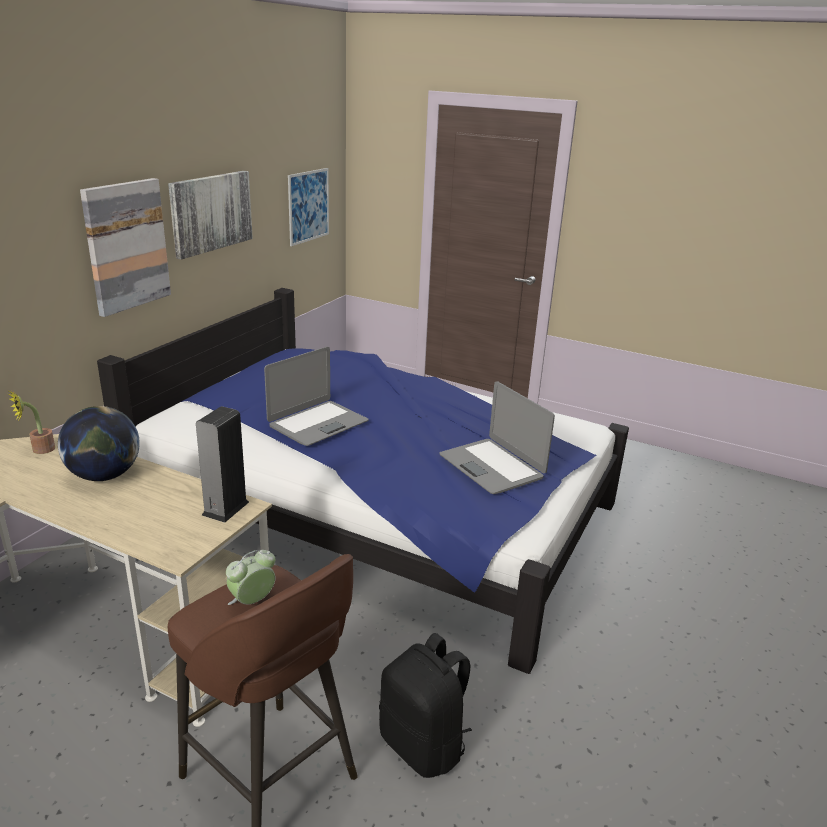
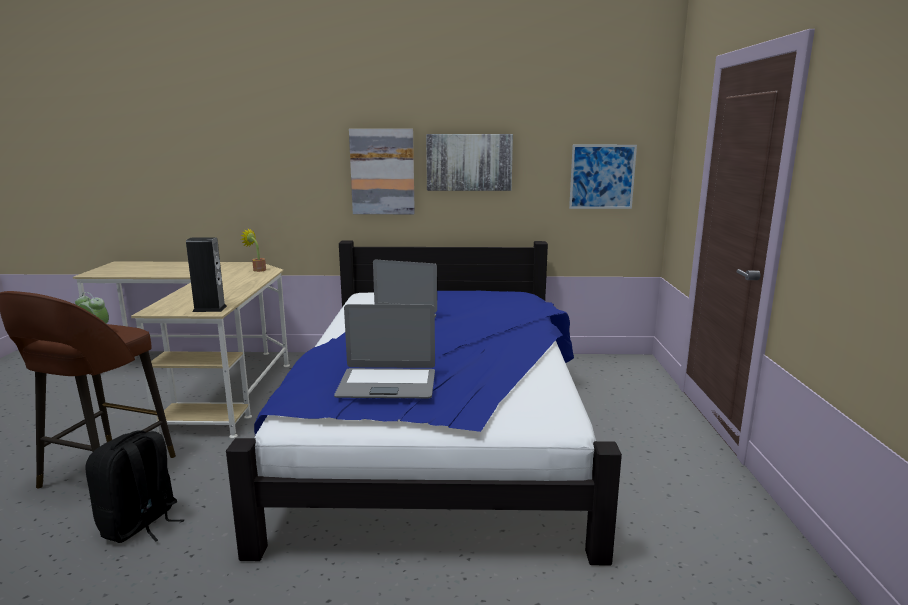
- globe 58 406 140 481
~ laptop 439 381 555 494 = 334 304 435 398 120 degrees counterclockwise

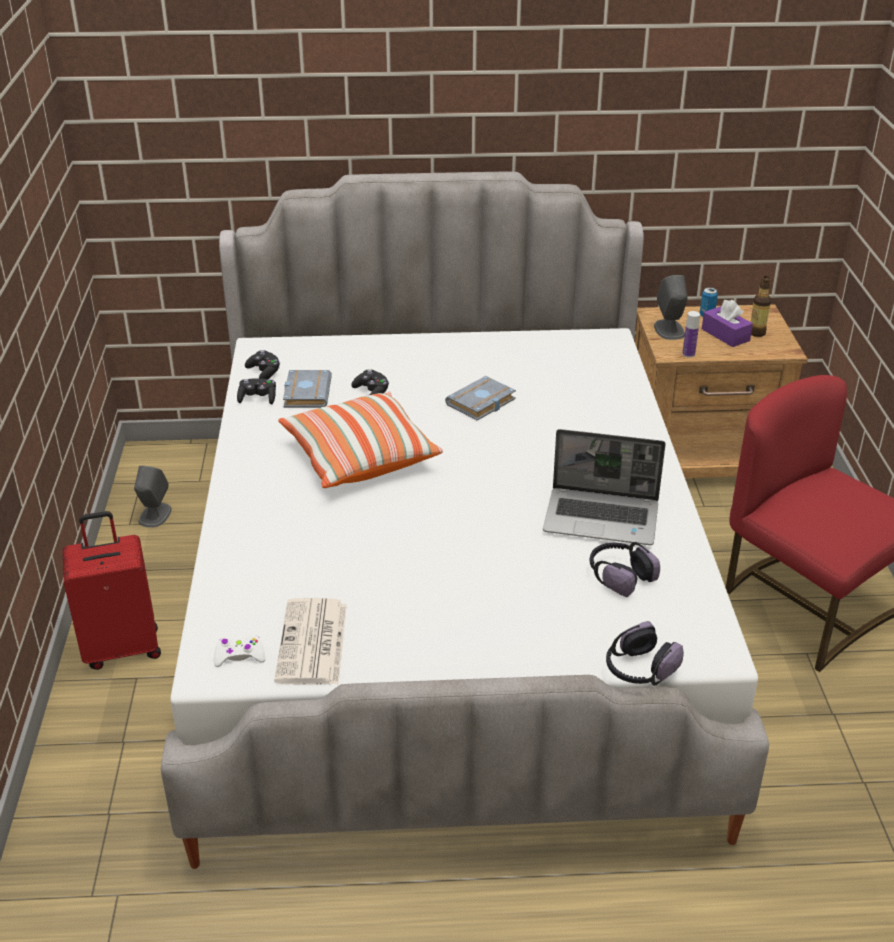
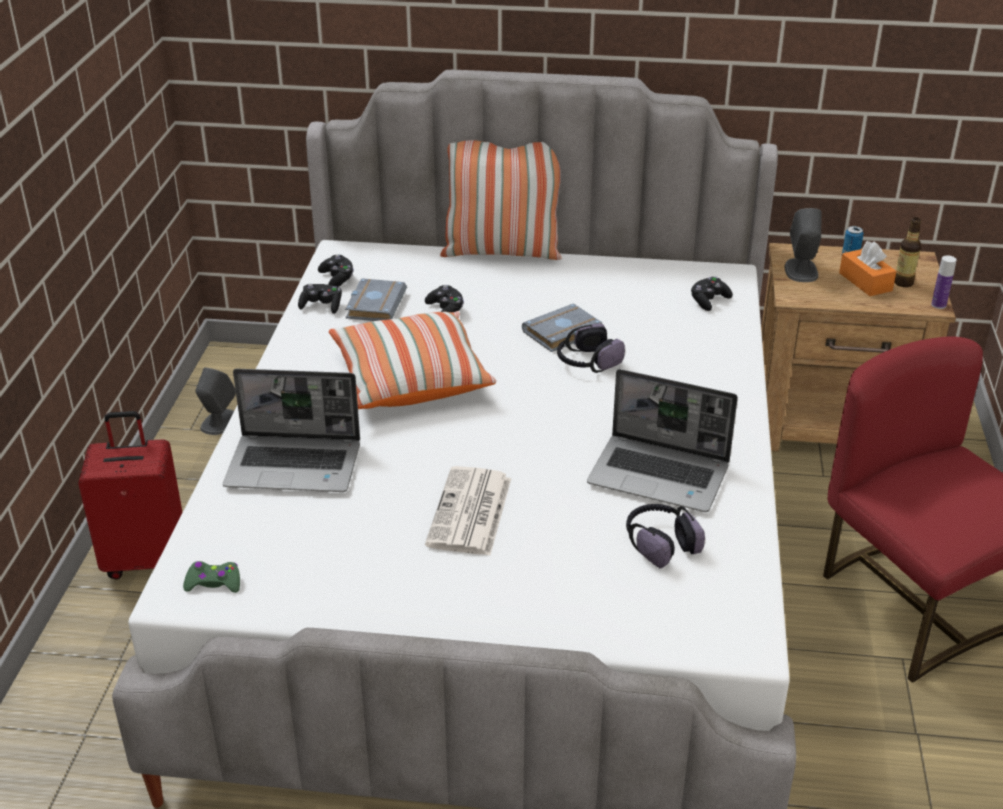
~ white game controller 214 636 265 667 to green game controller 183 561 240 593
~ newspaper 274 598 347 685 to 425 466 511 555
~ headphones 606 621 684 686 to 557 323 625 373
~ bottle 682 311 700 358 to 931 255 957 309
~ purple tissue box 702 300 753 347 to orange tissue box 839 241 897 296
+ laptop 223 369 360 492
+ pillow 440 140 561 260
+ black game controller 691 277 733 311

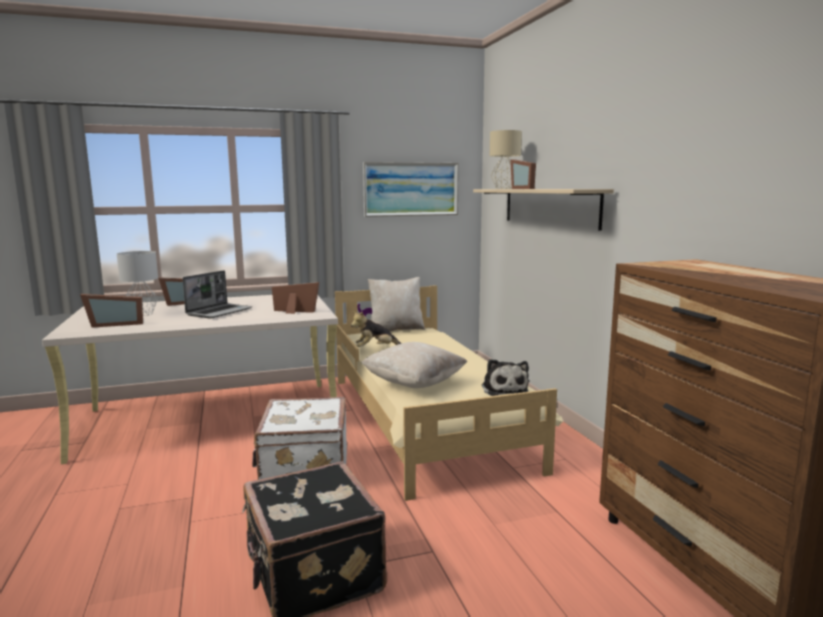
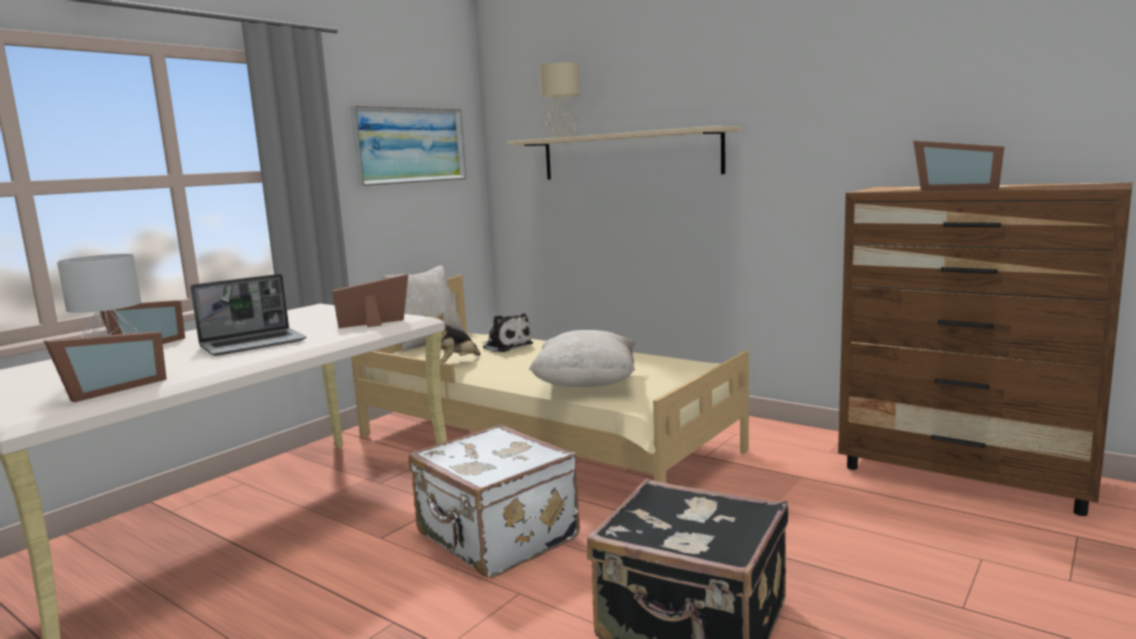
~ laptop 183 270 252 318 = 190 274 306 356 60 degrees clockwise
~ plush toy 482 359 529 396 to 482 313 533 352
~ picture frame 510 159 536 189 to 913 141 1004 190

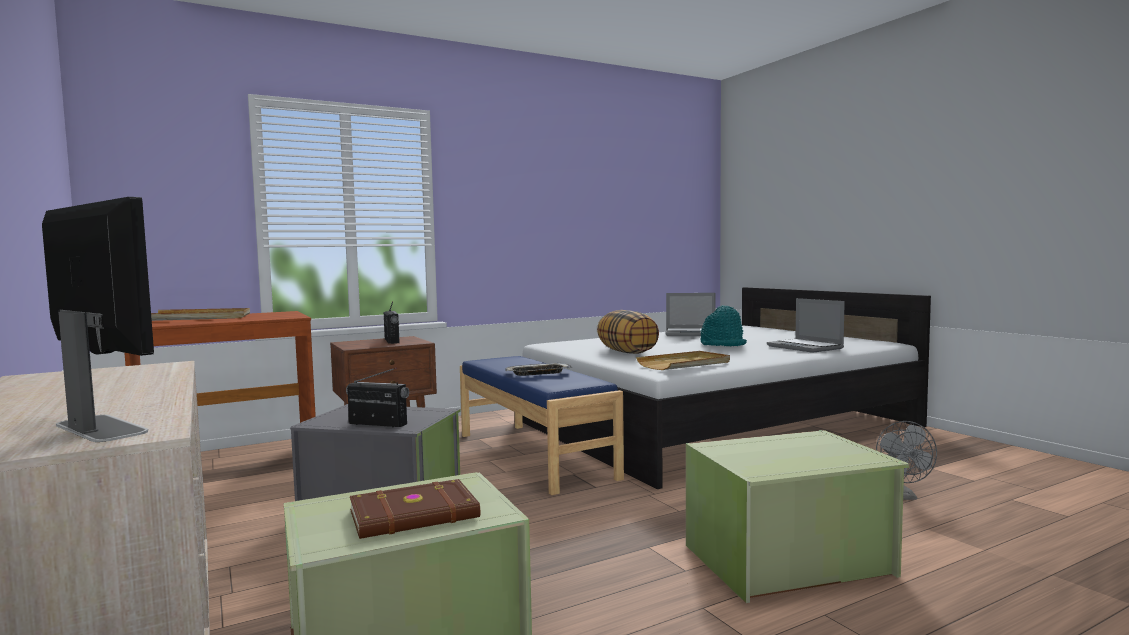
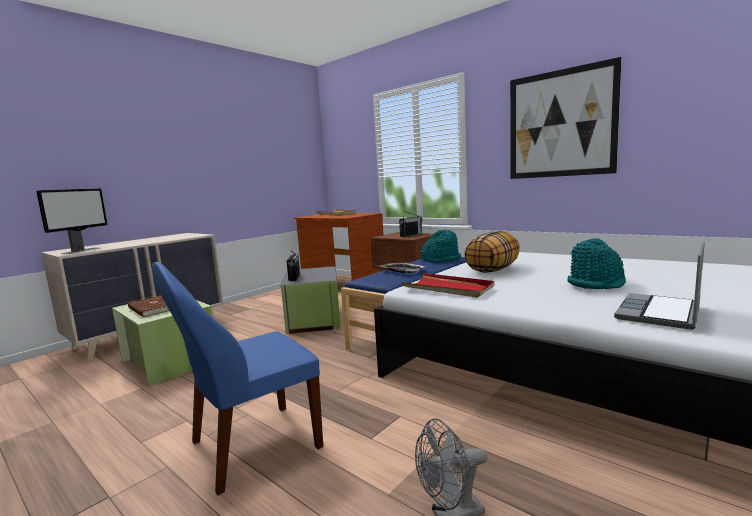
~ beige tray 636 351 730 370 to red tray 402 273 494 298
- laptop 665 293 716 336
~ green storage box 686 430 910 603 to blue chair 152 262 323 495
+ turquoise hat 420 230 461 263
+ picture 510 57 621 179

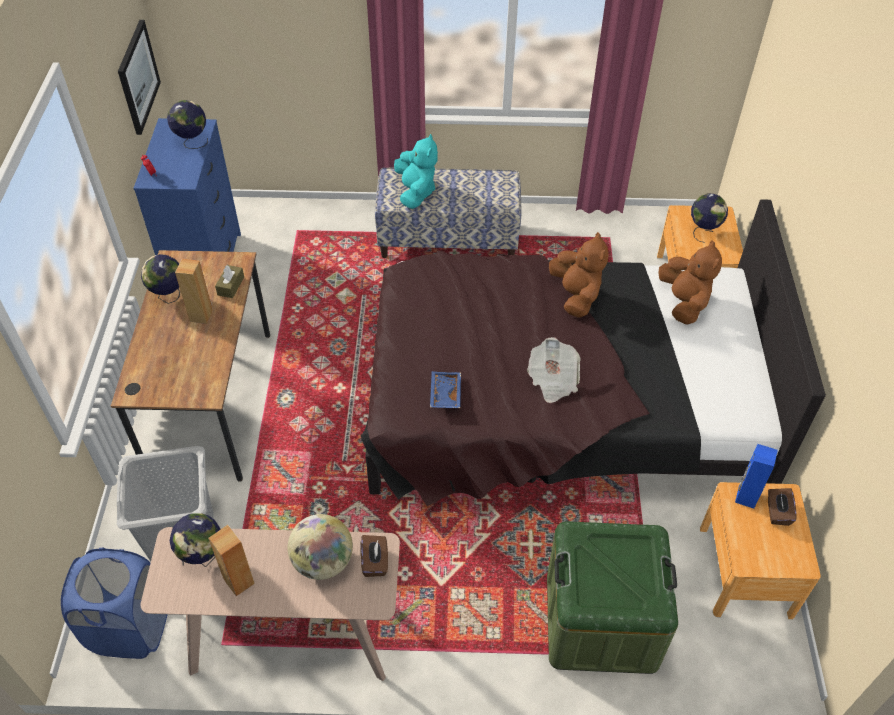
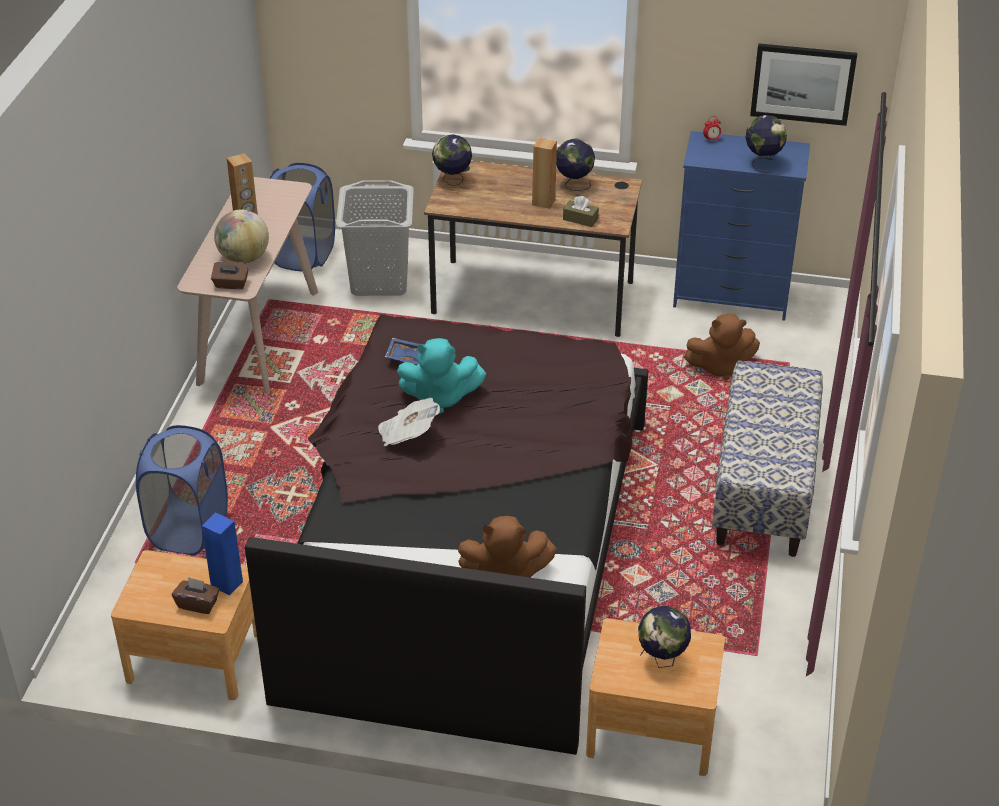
~ globe 170 513 221 567 to 432 134 472 186
~ turquoise plush toy 394 134 438 209 to 397 338 486 414
~ green storage box 547 521 678 674 to blue laundry basket 136 425 228 555
~ brown plush toy 549 232 609 318 to 684 314 760 380

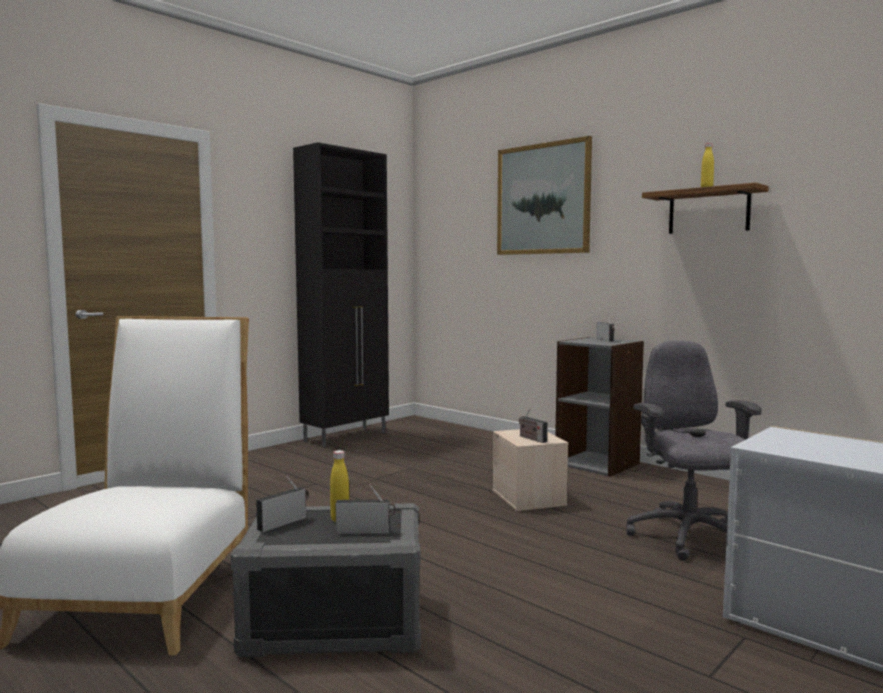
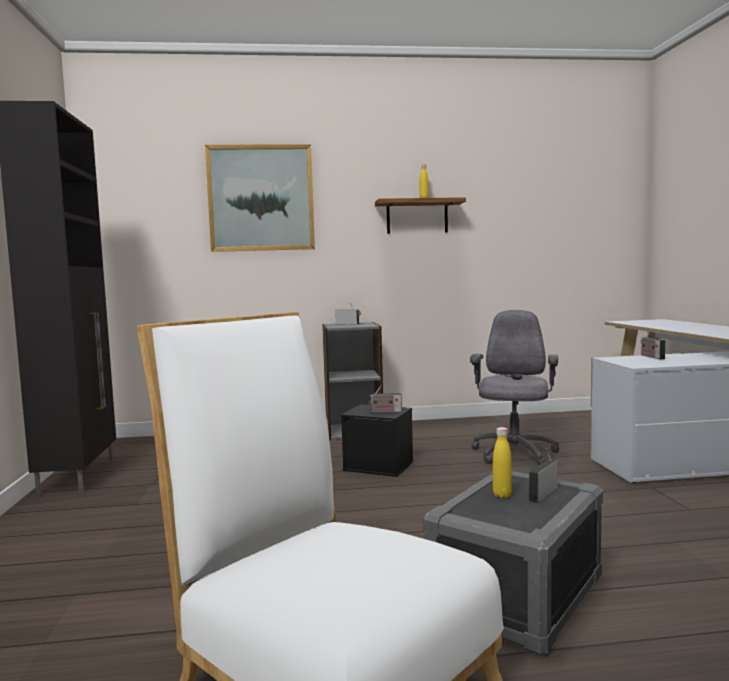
~ radio 256 476 309 532 to 641 328 665 359
~ beige storage box 492 429 568 511 to black storage box 341 404 413 477
~ grey office chair 626 340 762 561 = 470 310 559 465 75 degrees clockwise

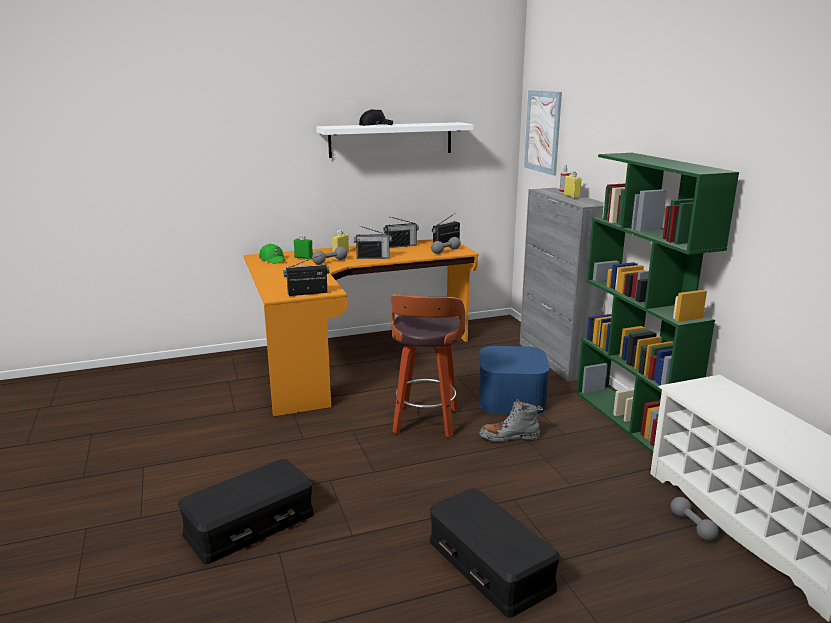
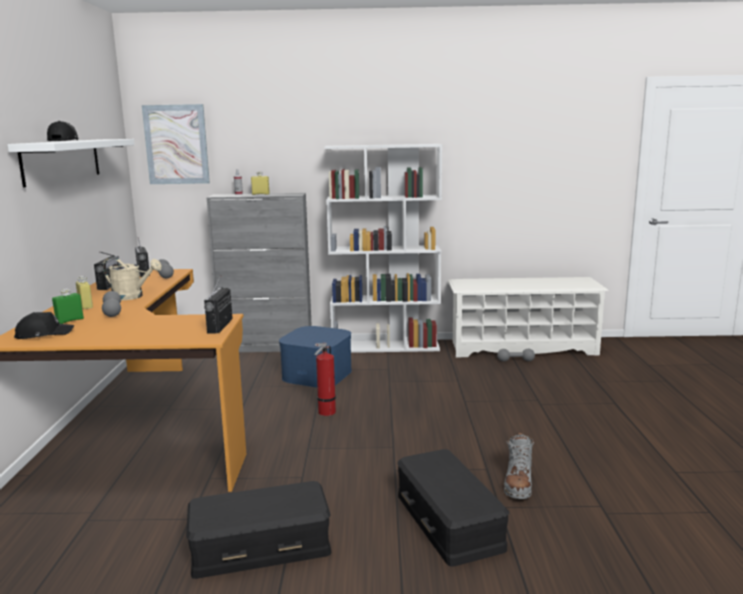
~ green cap 259 244 286 264 to black cap 14 312 74 339
~ radio 354 226 392 259 to beige watering can 103 257 162 300
~ stool 390 294 465 438 to fire extinguisher 314 343 336 416
~ black storage box 430 488 560 618 to 186 481 331 579
~ grey boot 479 399 543 442 to 504 432 534 499
~ green bookcase 577 153 739 453 to white bookcase 324 144 442 353

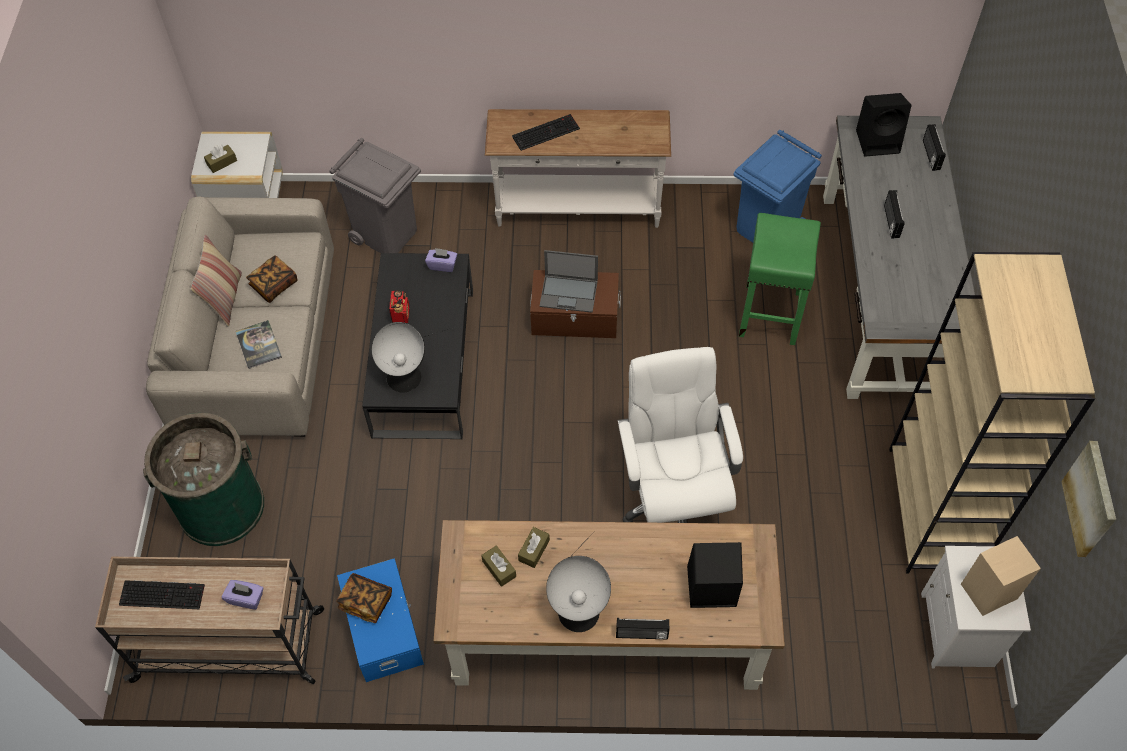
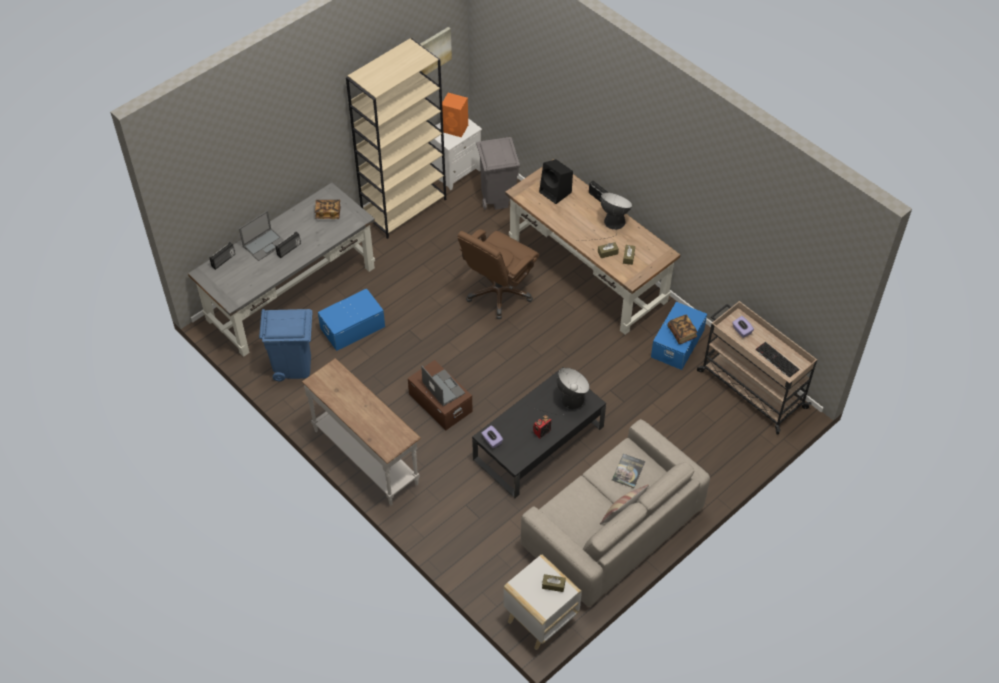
- green trash can 143 413 264 546
~ book 246 255 298 303 to 315 200 340 219
~ grey trash can 330 138 421 253 to 476 137 520 210
- keyboard 512 114 580 151
~ white office chair 617 347 743 523 to brown office chair 458 229 539 319
~ green stool 739 213 821 345 to blue storage box 318 288 385 351
- black speaker 856 93 912 157
~ beige speaker 961 536 1041 616 to orange speaker 442 93 468 137
+ laptop 239 211 284 261

